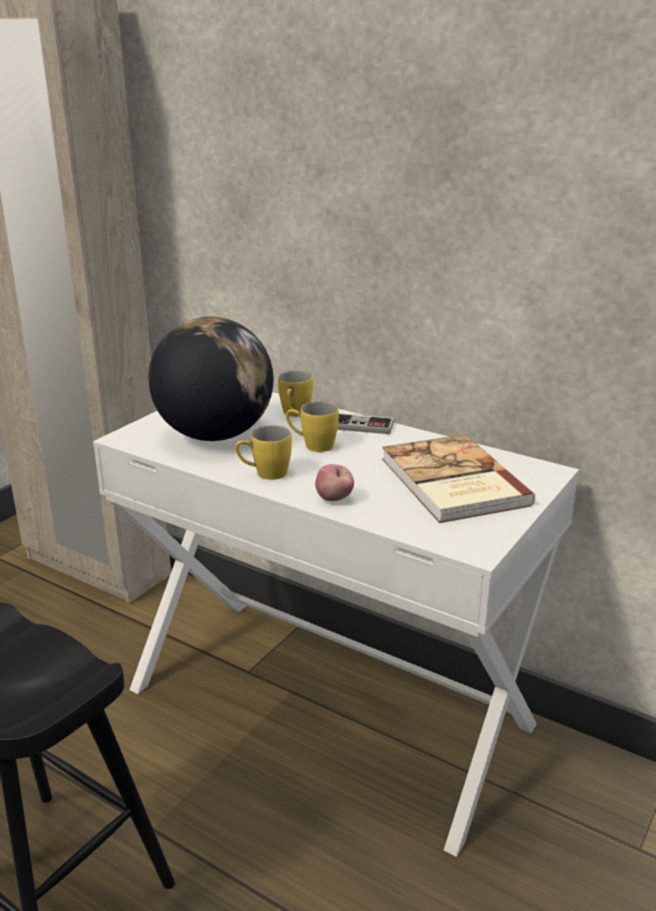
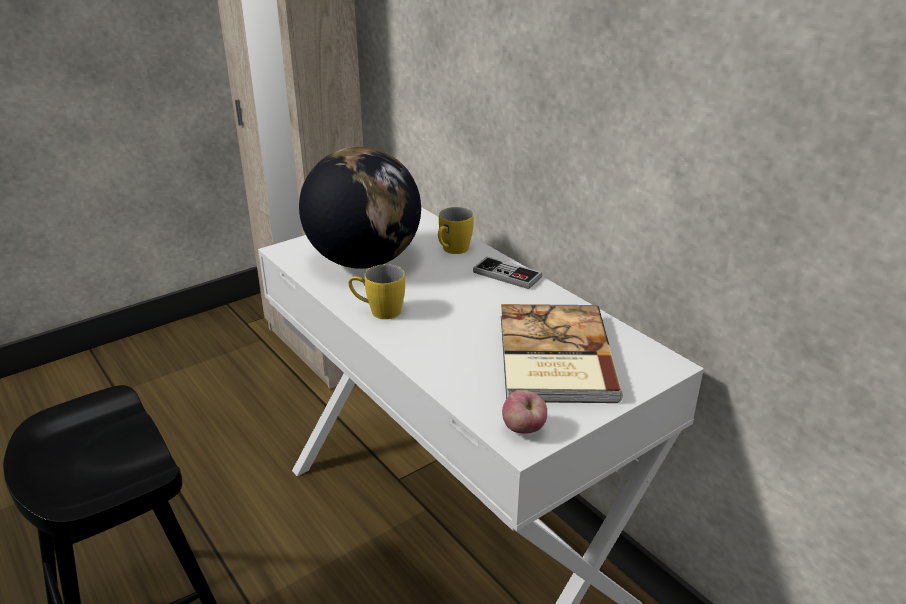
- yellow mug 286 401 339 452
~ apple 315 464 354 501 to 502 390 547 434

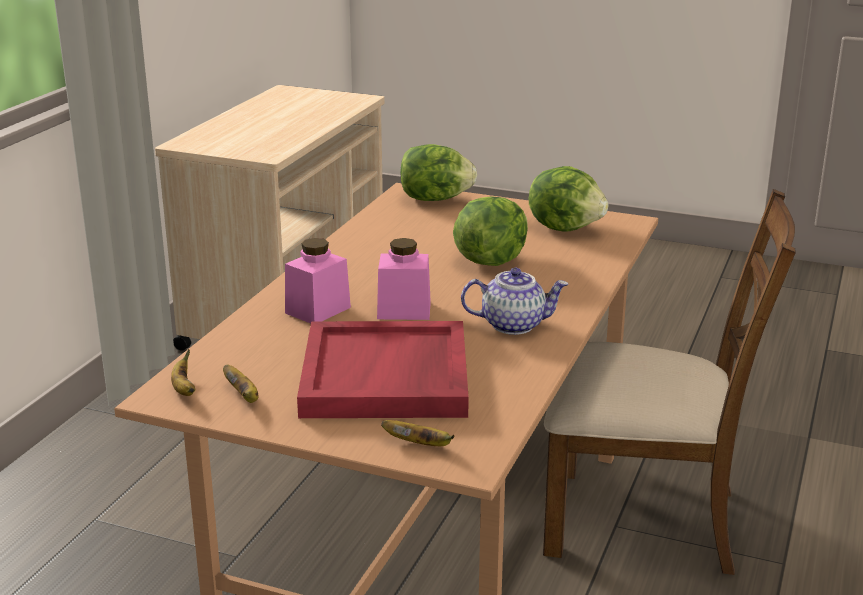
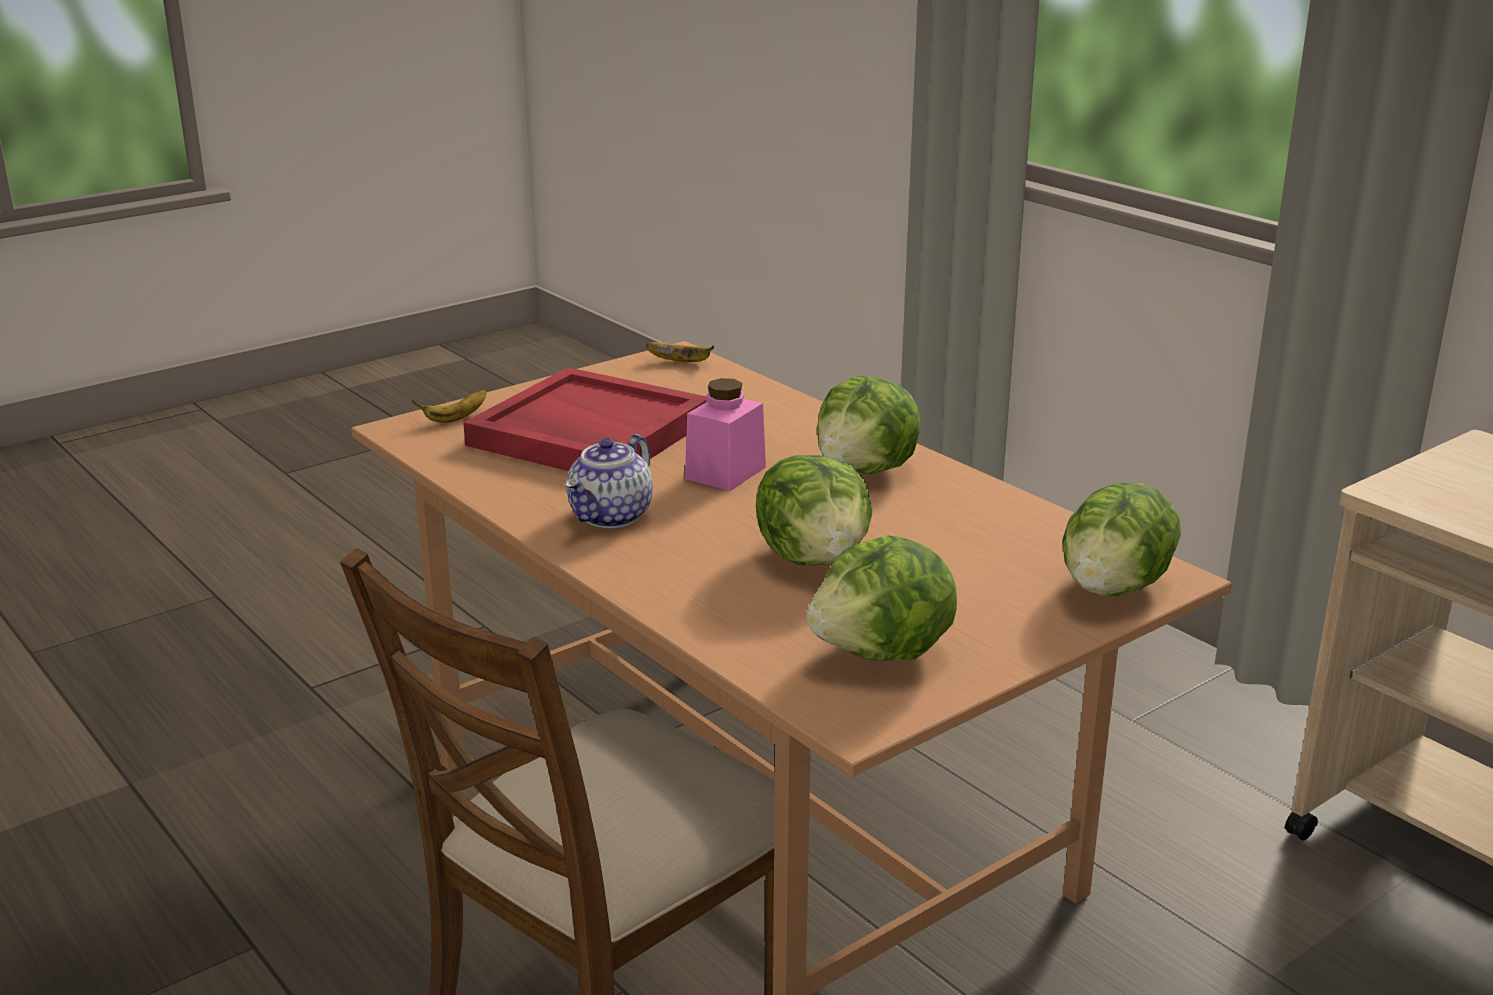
- banana 223 364 258 403
- pink jar 285 238 351 324
+ lettuce 817 376 920 474

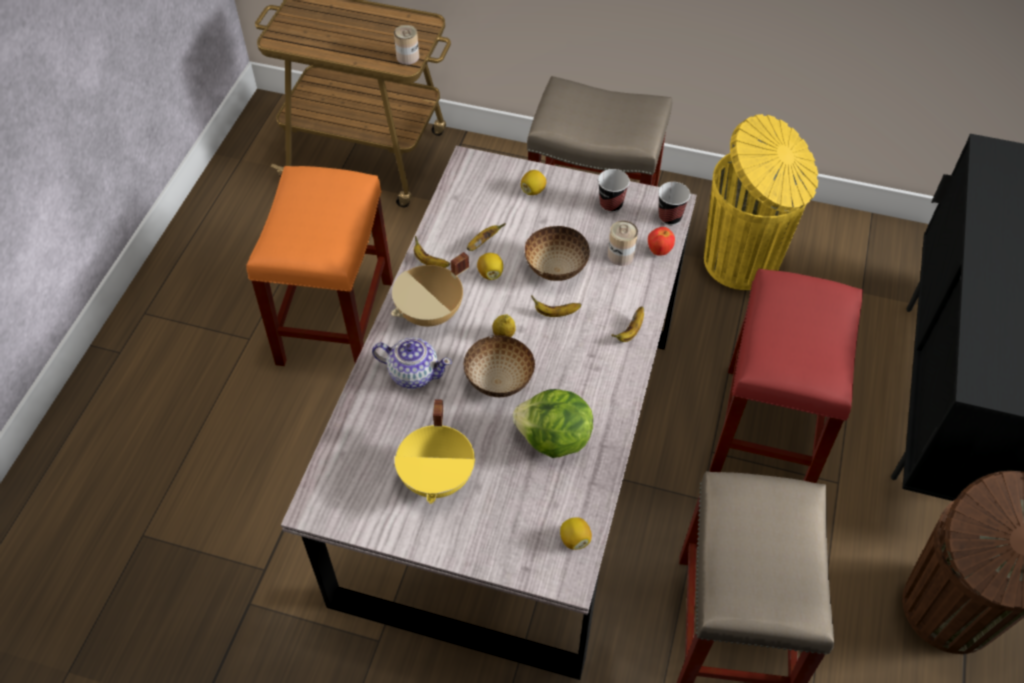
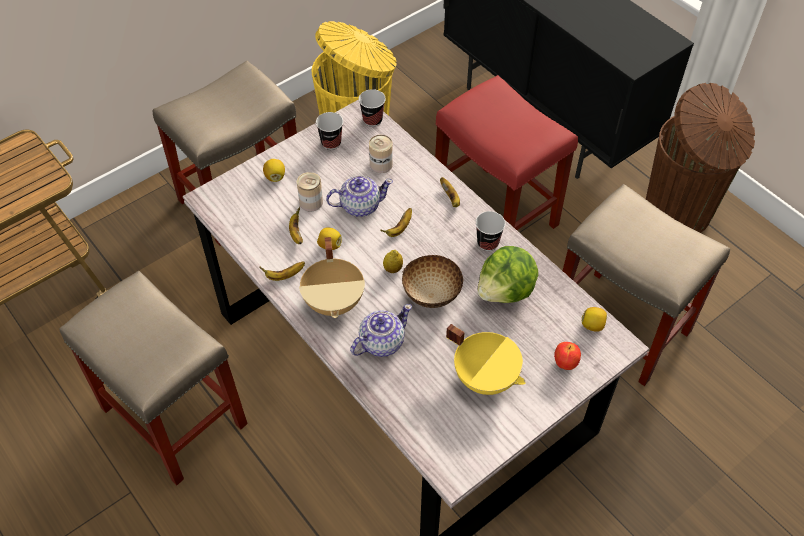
~ orange stool 246 166 393 366 to beige stool 60 271 248 485
~ can 394 25 419 65 to 297 172 323 212
~ bowl 525 226 590 281 to teapot 326 176 393 217
~ apple 648 227 675 256 to 554 342 581 370
+ cup 475 211 505 251

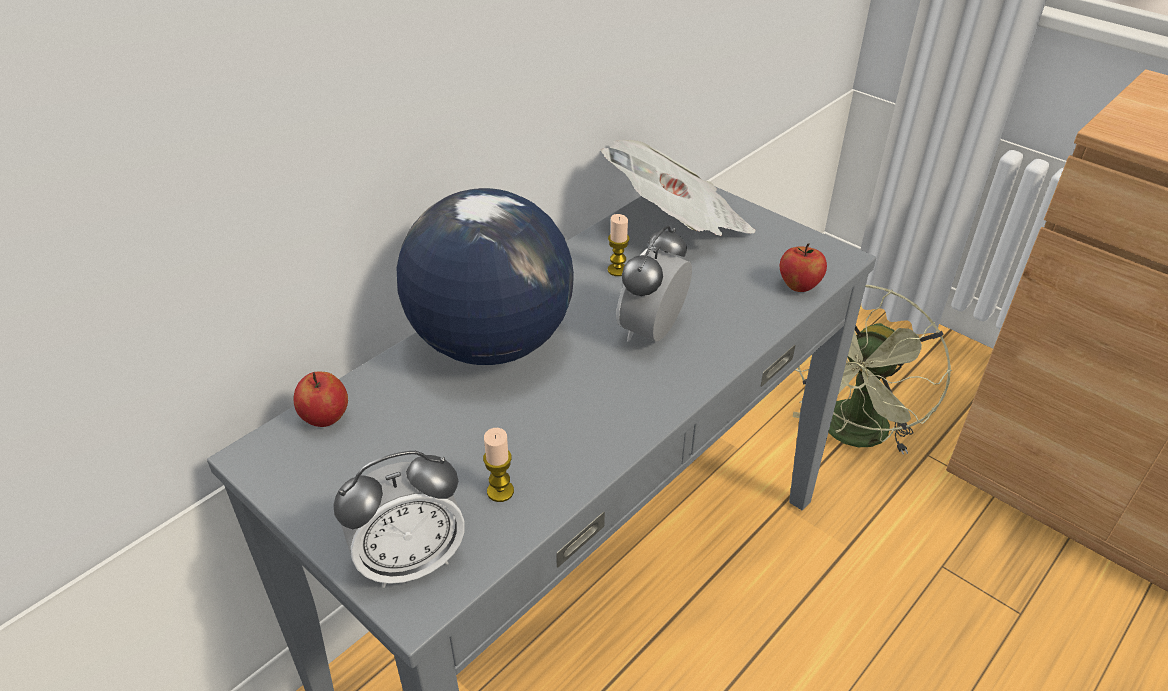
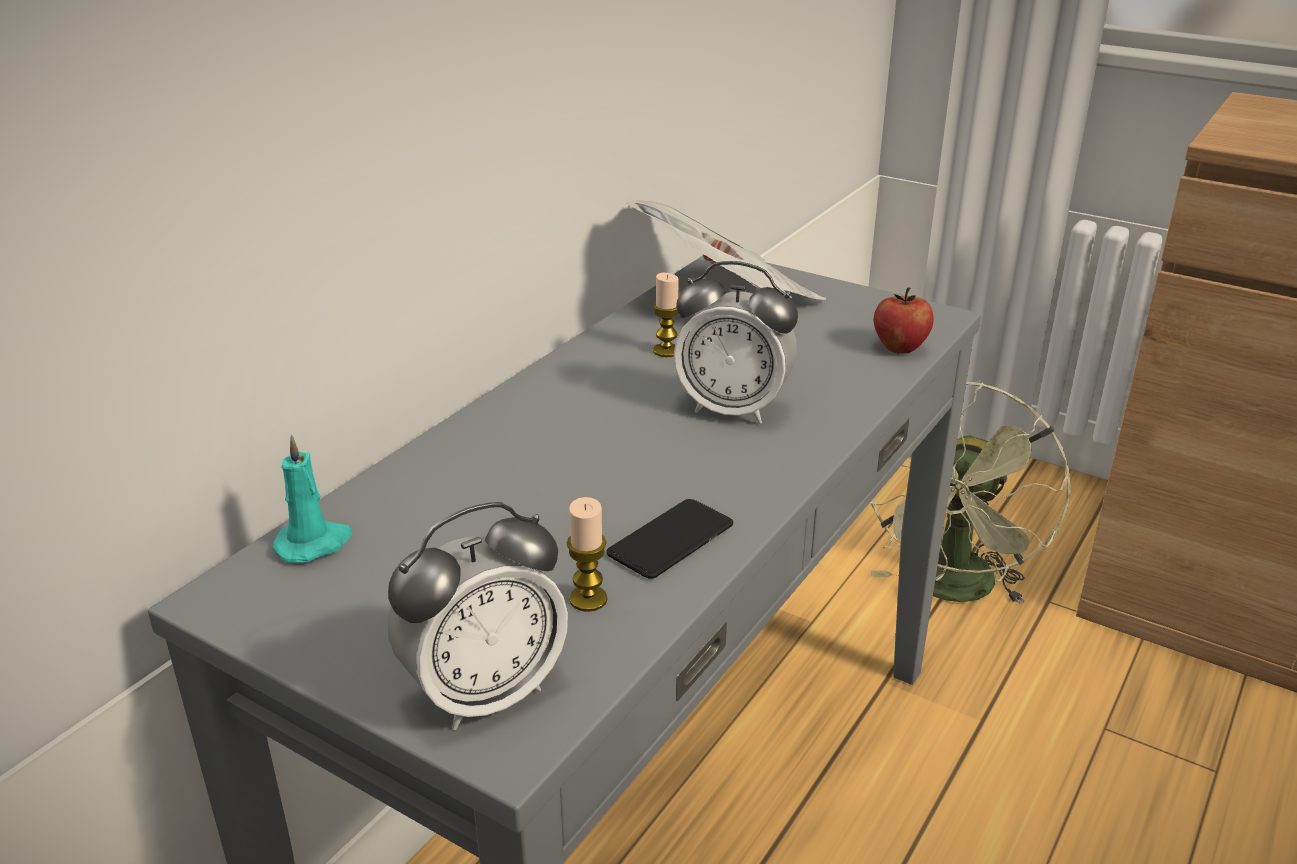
~ apple 294 372 348 427 to turquoise candle 273 435 353 563
- globe 397 188 574 365
~ alarm clock 616 225 692 342 = 674 261 798 424 90 degrees counterclockwise
+ phone 607 499 733 579

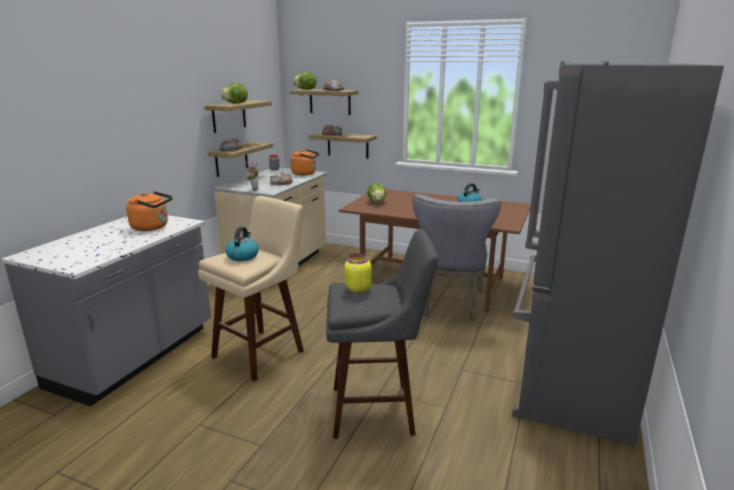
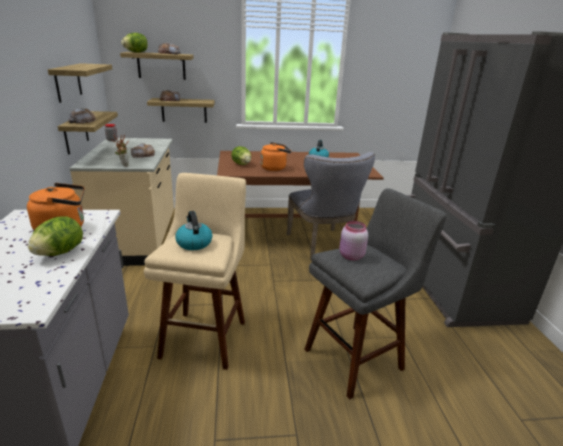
~ lettuce 220 83 248 104 to 28 216 83 256
~ orange kettle 291 149 319 175 to 260 142 291 171
~ yellow jar 345 254 372 294 to pink jar 339 221 368 260

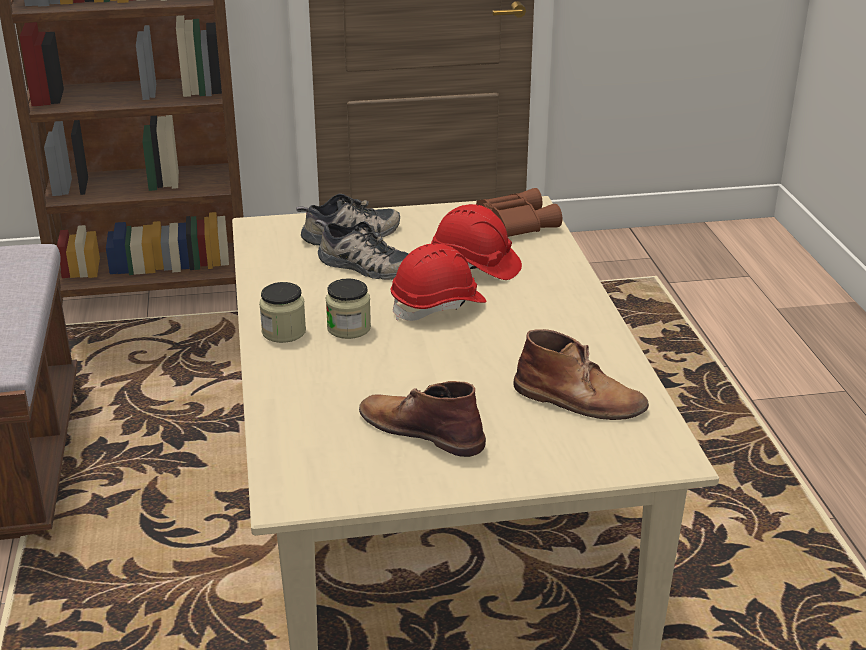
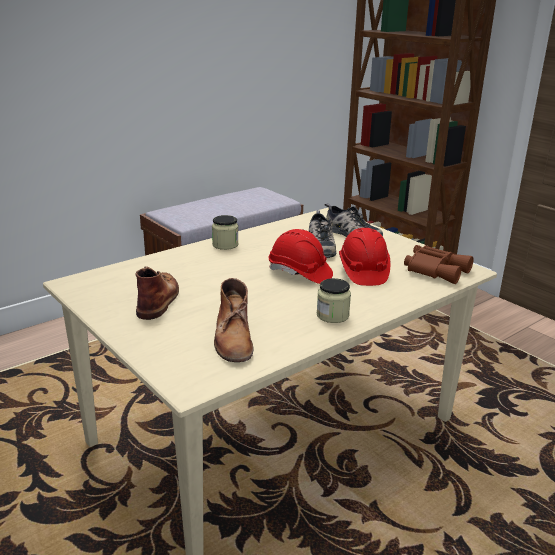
~ jar 326 278 371 339 to 317 278 351 323

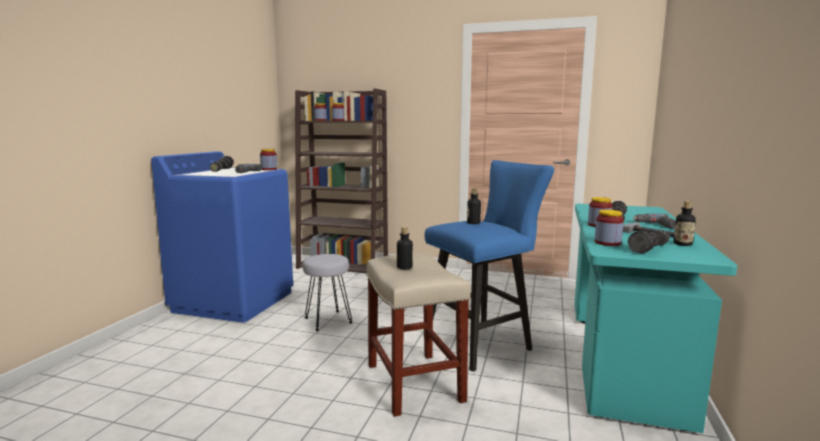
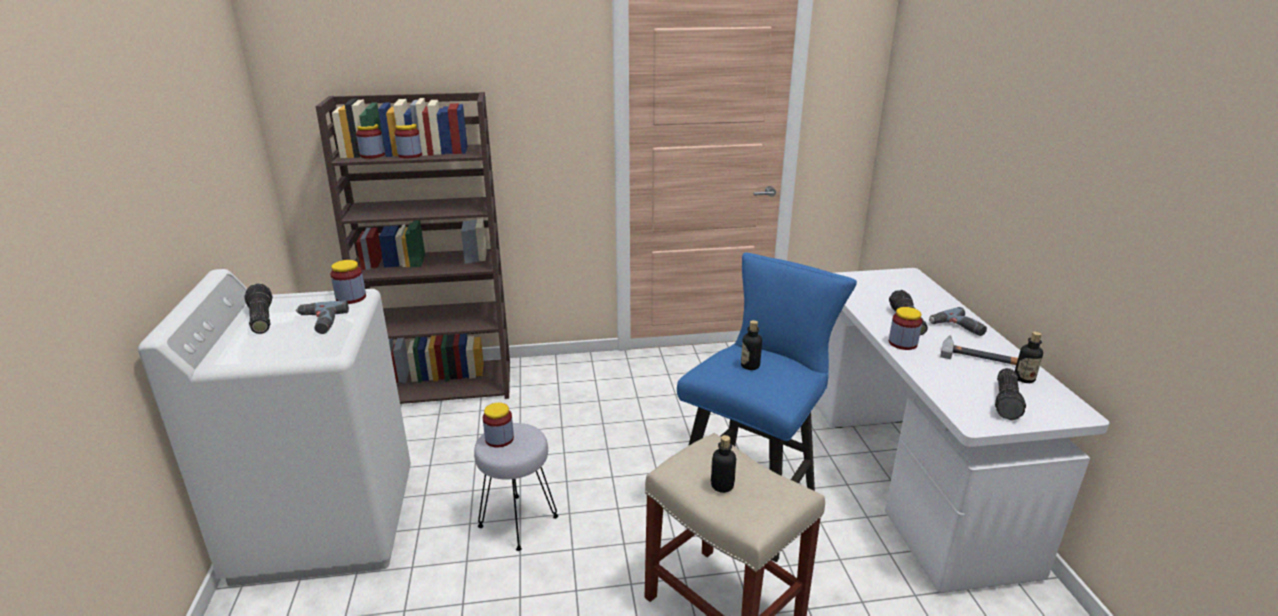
~ blue washing machine 151 151 293 323 to white washing machine 138 269 411 586
~ turquoise desk 574 204 737 433 to white desk 816 268 1109 593
~ jar 595 210 624 246 to 483 403 514 448

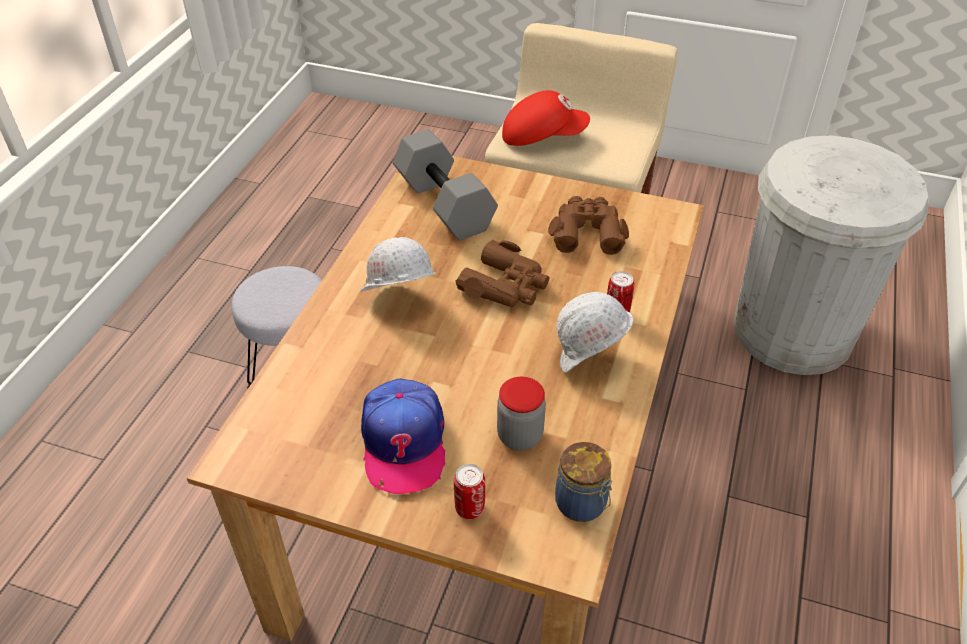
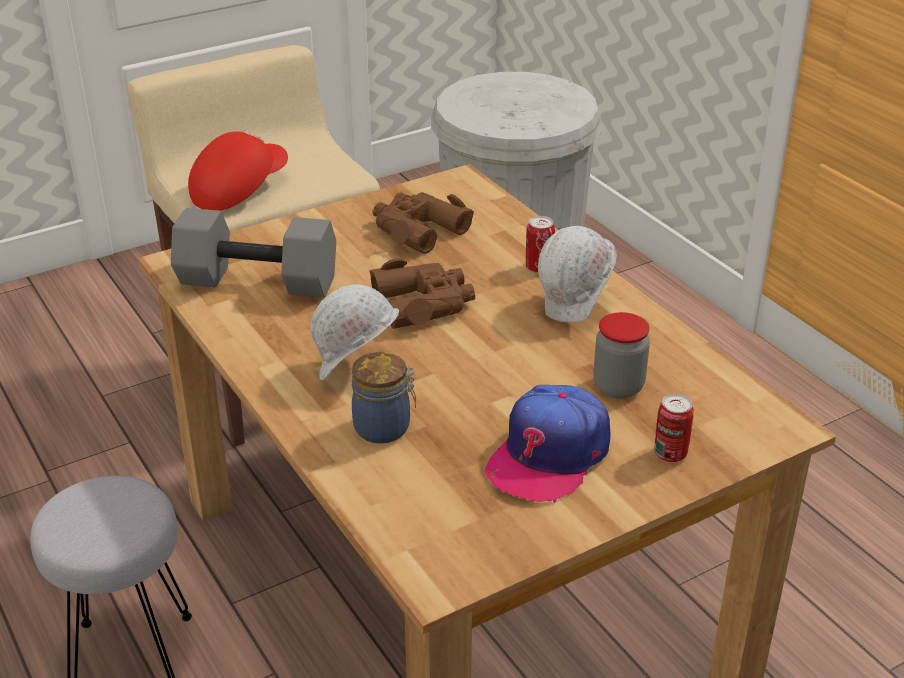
~ cap 361 379 445 494 = 485 385 610 503 90 degrees clockwise
~ jar 555 442 612 522 to 352 352 416 444

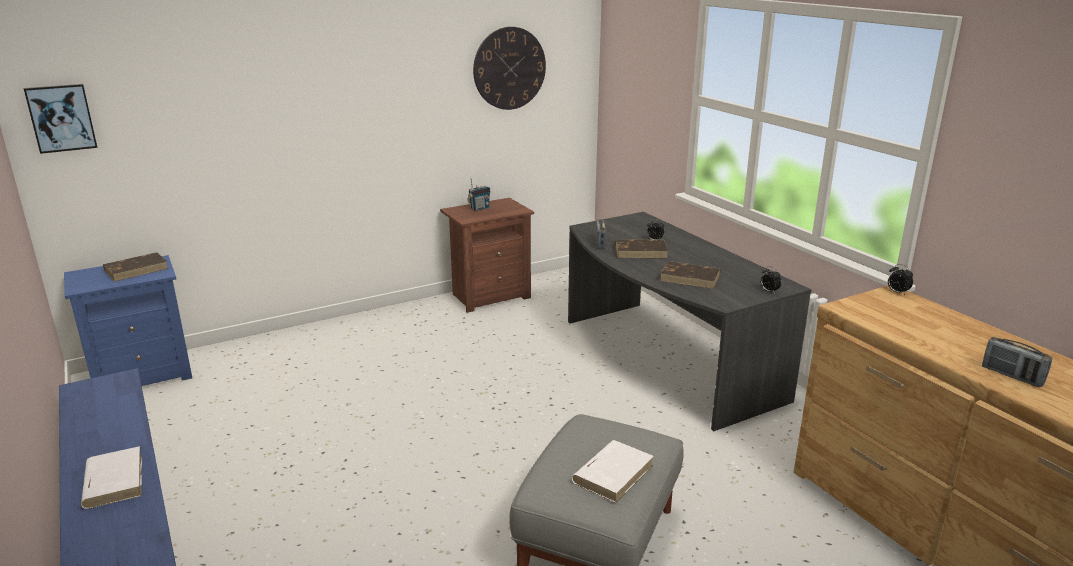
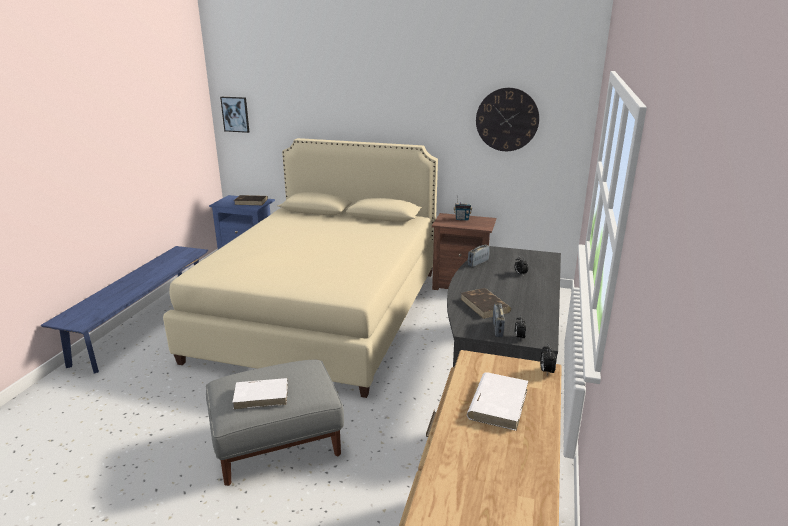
~ white book 81 446 142 509 to 467 372 528 431
- brown book 615 239 668 258
~ radio 982 337 1052 387 to 493 303 505 337
+ beige bed 163 138 438 398

